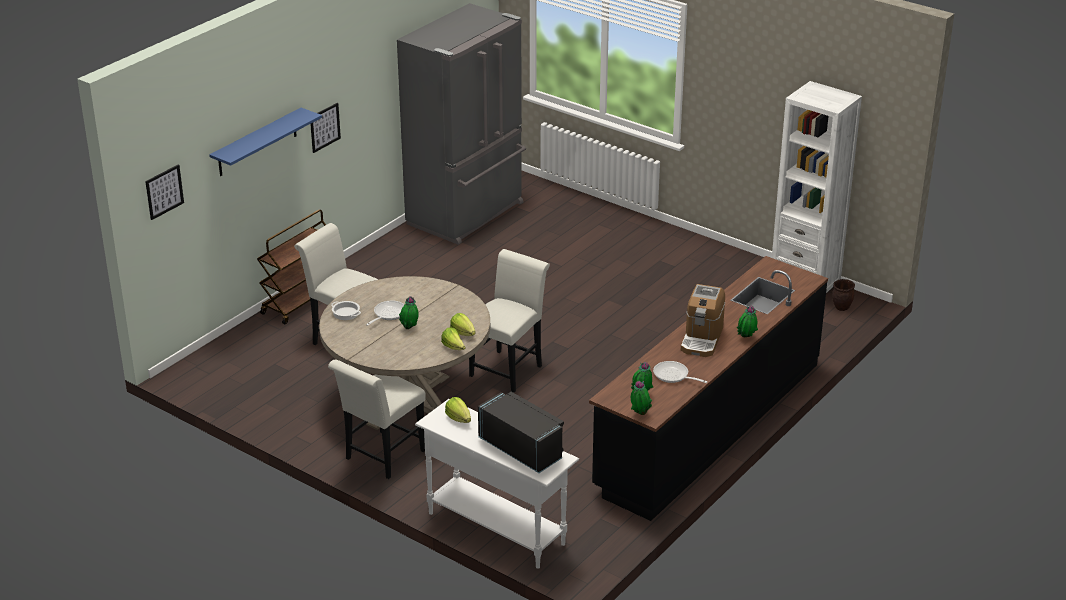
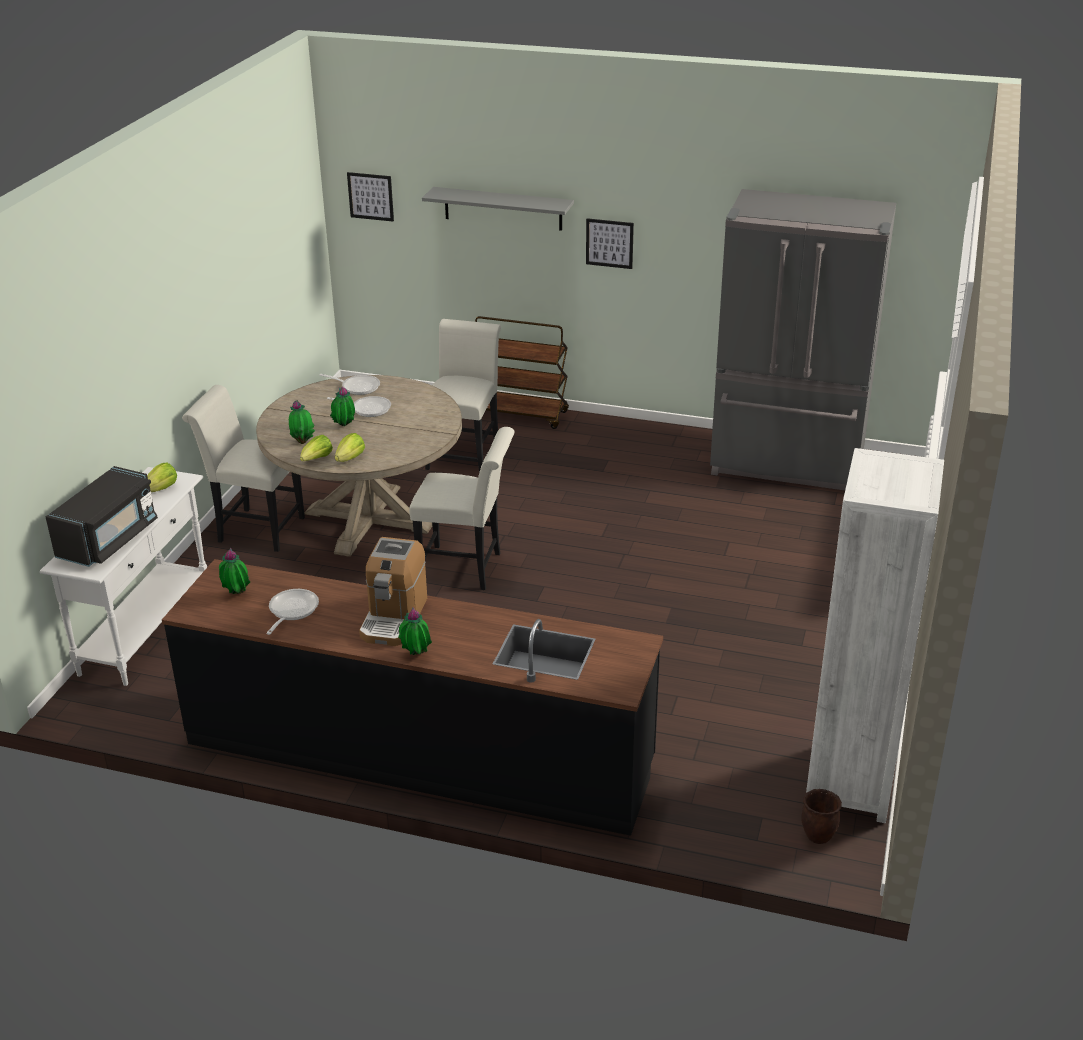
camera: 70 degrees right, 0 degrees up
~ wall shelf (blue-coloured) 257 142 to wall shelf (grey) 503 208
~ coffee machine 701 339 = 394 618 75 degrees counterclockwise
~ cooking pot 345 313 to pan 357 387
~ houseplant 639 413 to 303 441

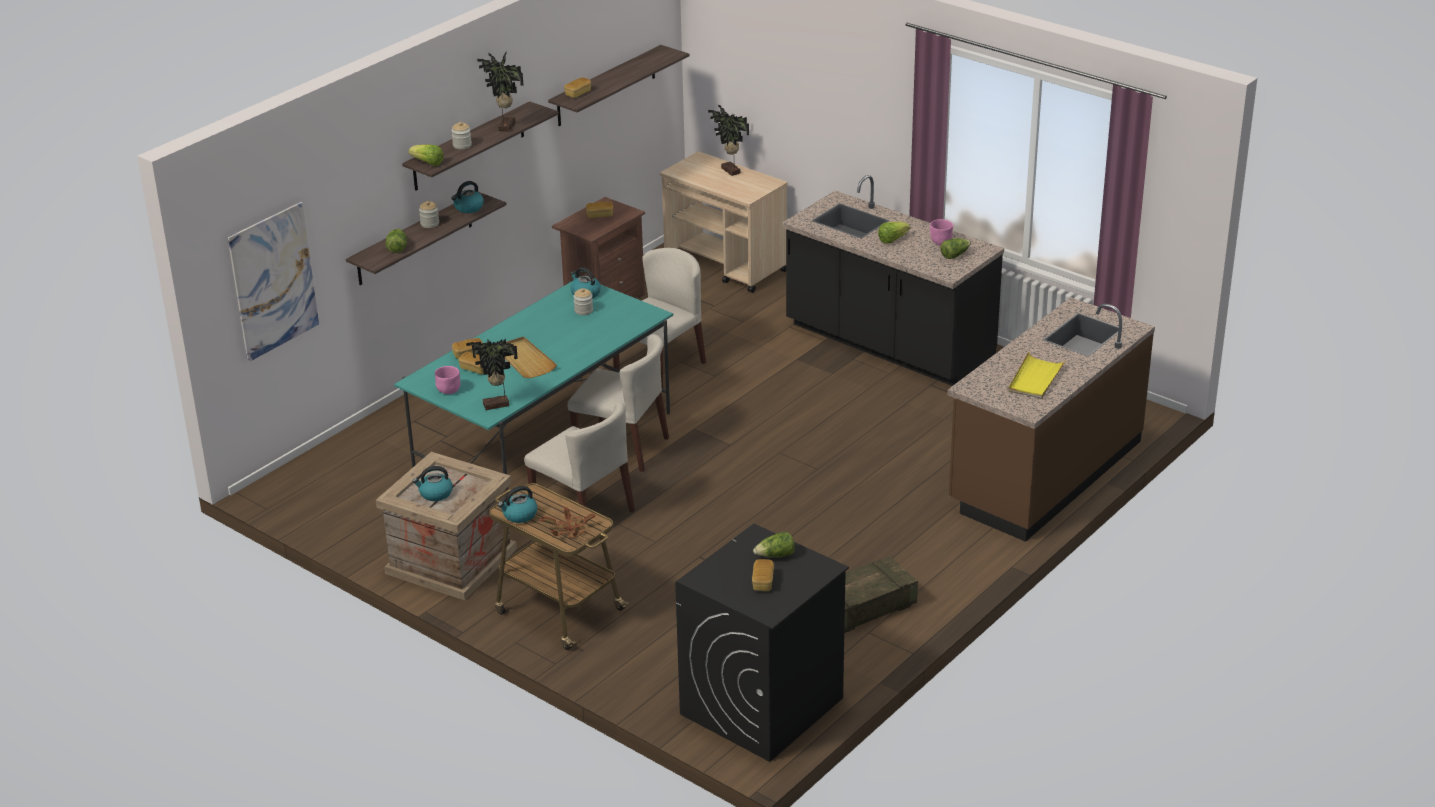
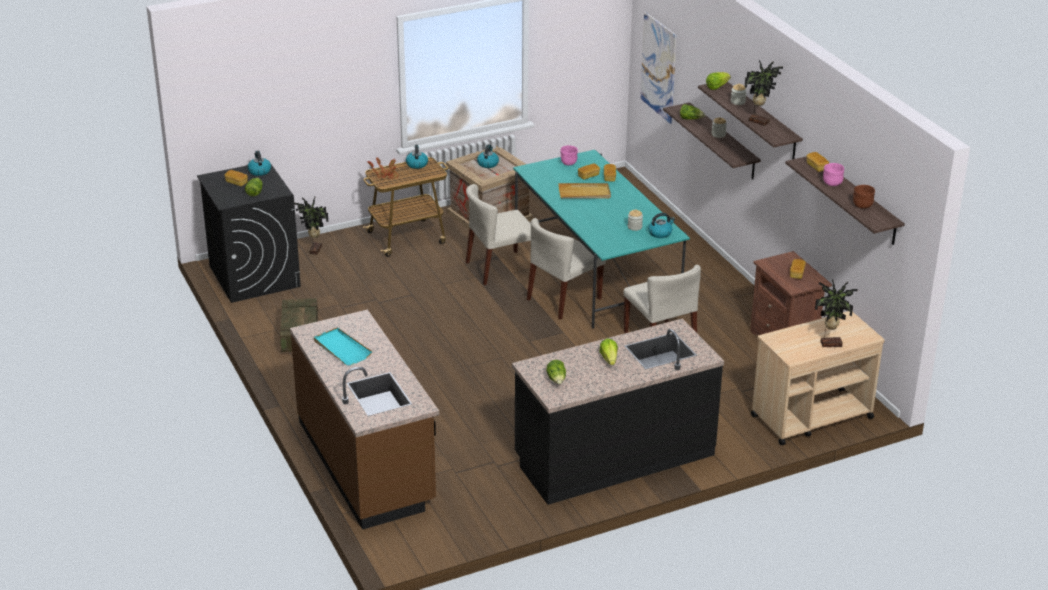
camera: 115 degrees right, 0 degrees up
~ water kettle 468 208 to 259 171
~ bowl (pink) 940 243 to 832 183
~ houseplant 497 406 to 314 250
~ carrying tray (yellow) 1035 379 to carrying tray (blue-green) 342 348
+ bowl (brown) 862 205

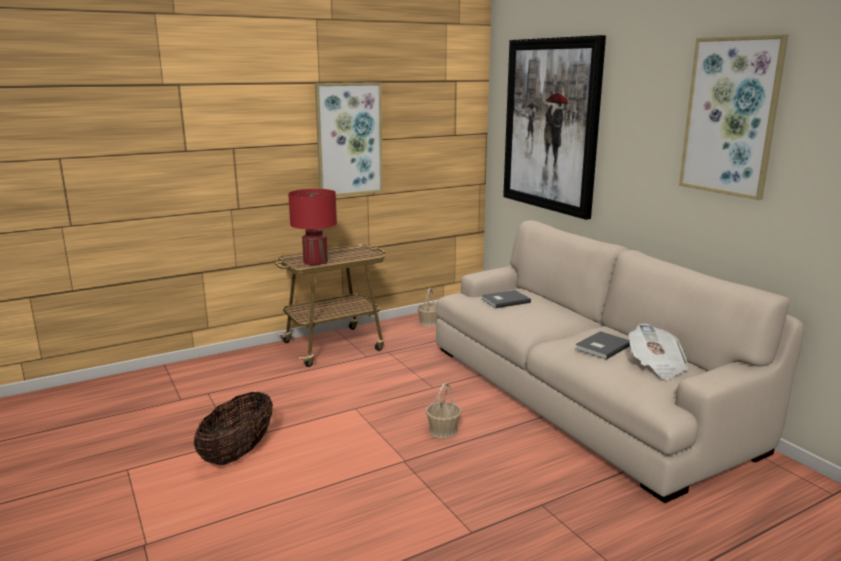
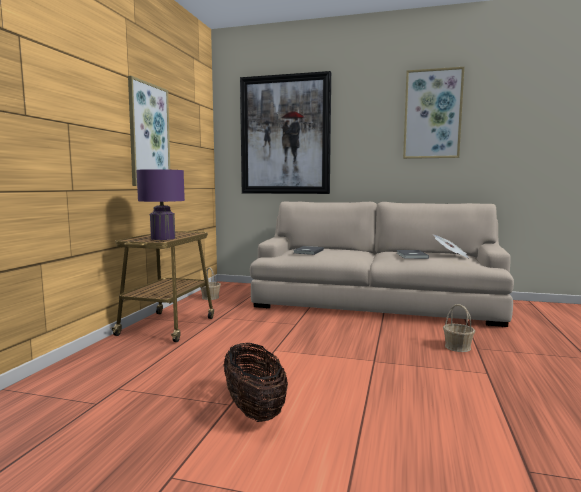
camera: 45 degrees left, 10 degrees down
~ table lamp (reddish) 315 261 to table lamp (purple-coloured) 163 238
~ household basket 443 430 to 457 347

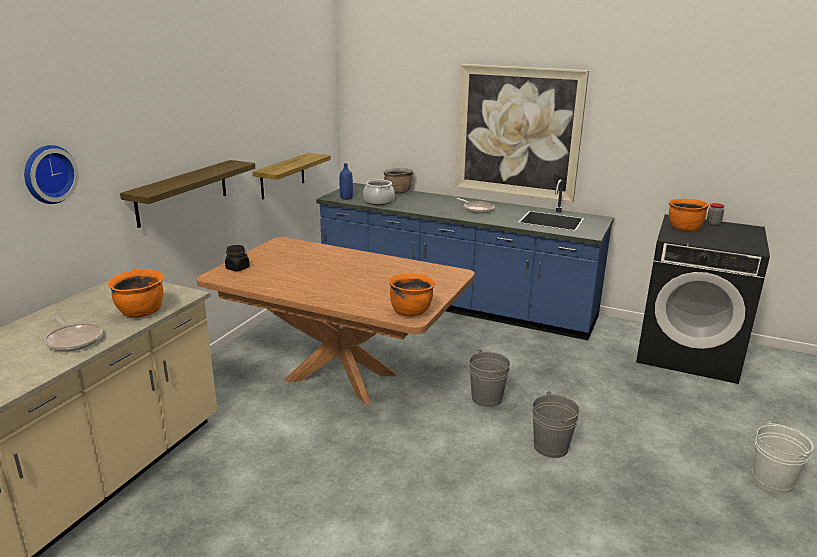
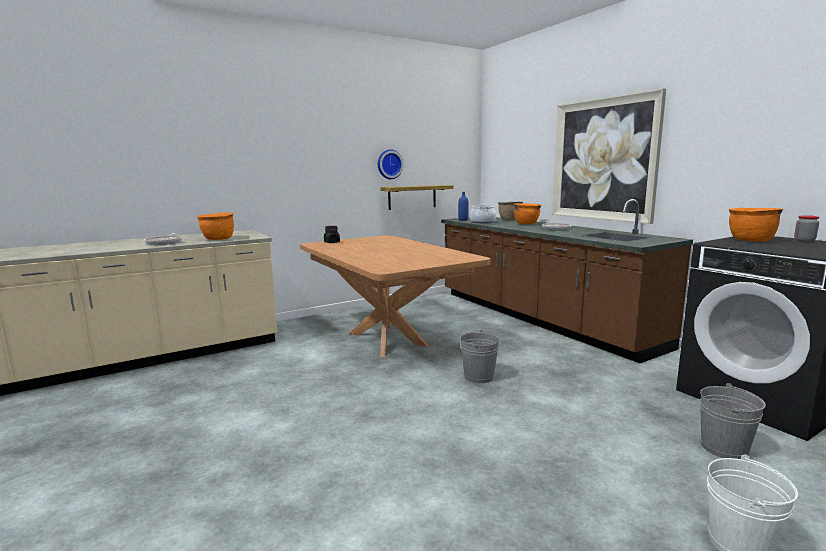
camera: 35 degrees right, 10 degrees down
~ wall clock 48 174 to 389 164
- wall shelf 182 192
~ kitchen base unit (blue-coloured) 455 303 to kitchen base unit (brown) 538 317
~ cooking pot (orangey) 411 311 to 526 223
~ water bucket (grey) 551 447 to 724 448

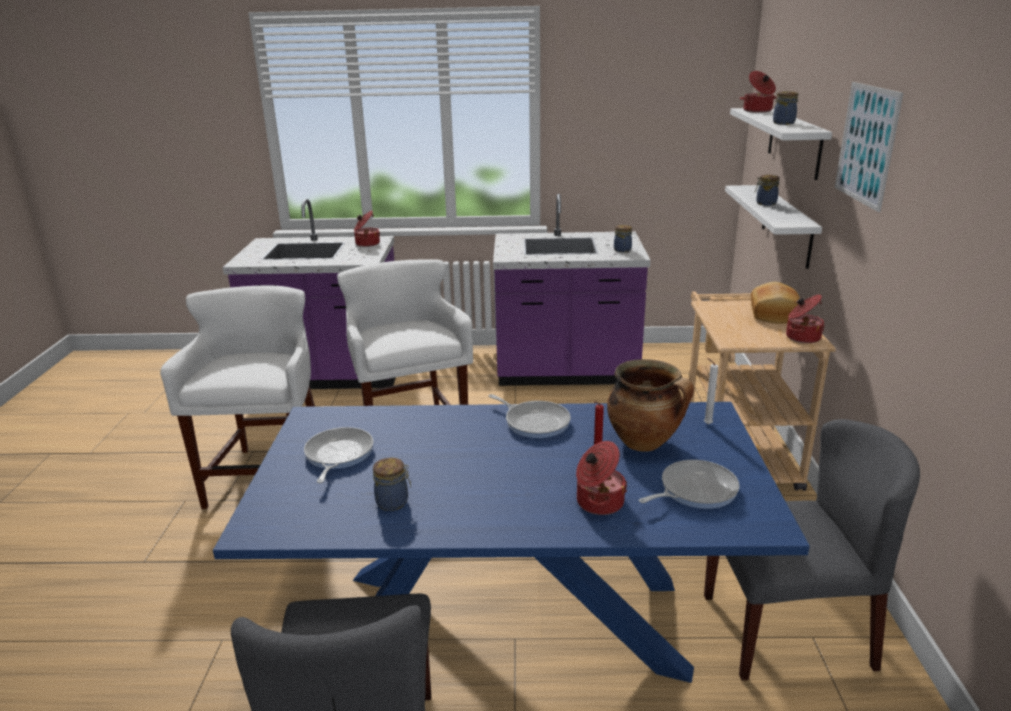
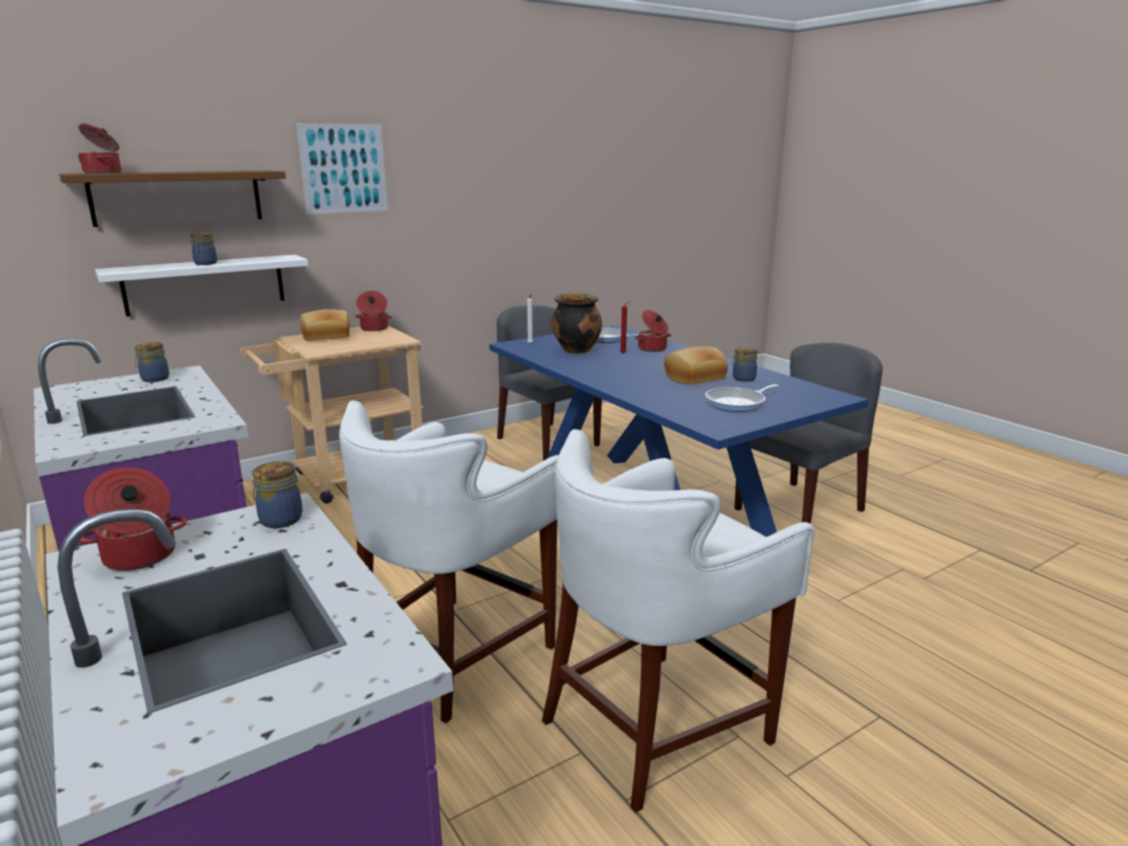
camera: 125 degrees left, 5 degrees down
~ storage jar 784 123 to 279 519
~ wall shelf (white-coloured) 794 142 to wall shelf (brown) 177 197
- pan 534 422
+ bakery bread 695 378

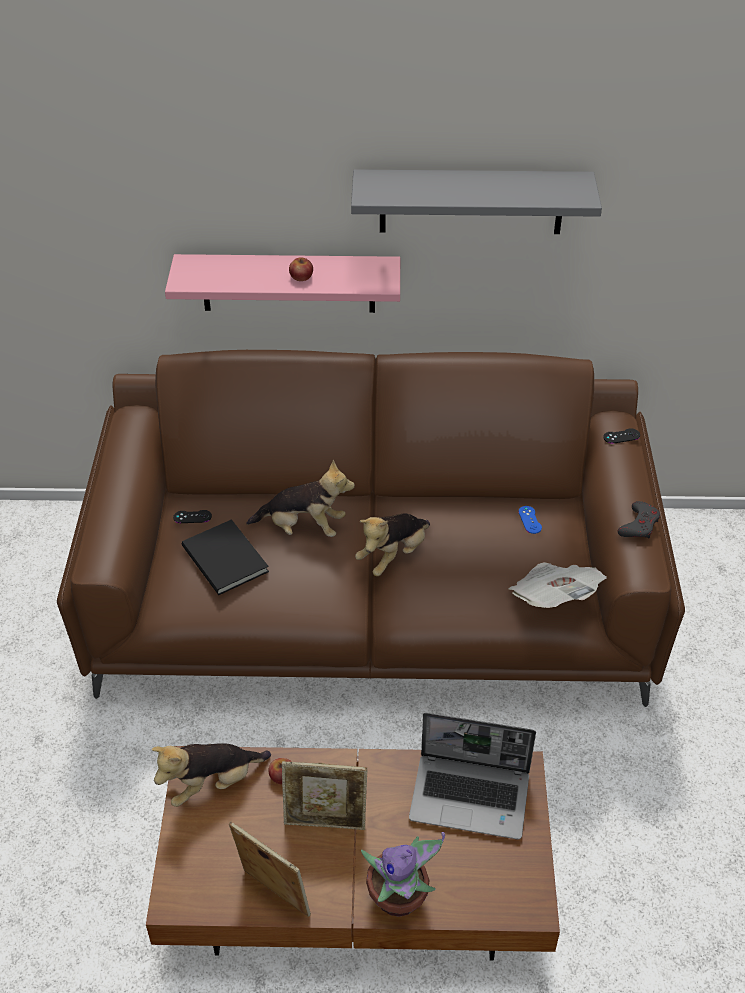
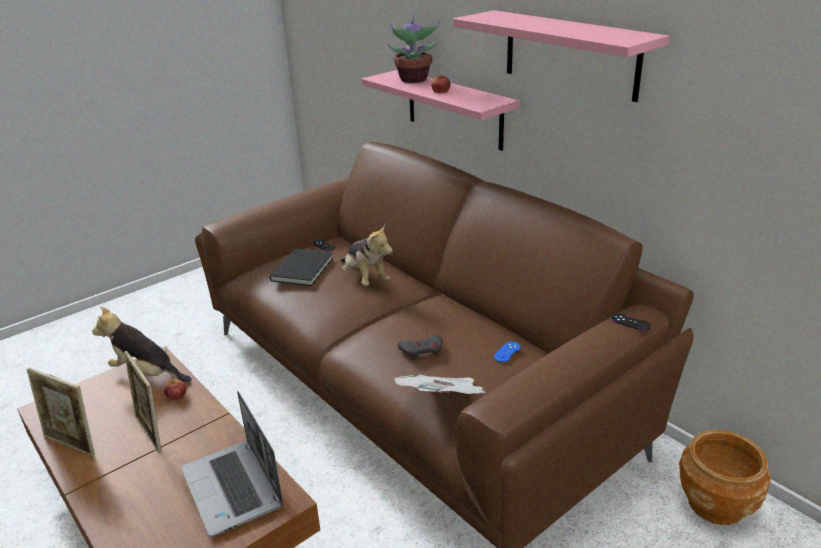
camera: 50 degrees right, 15 degrees down
~ wall shelf (grey) 471 201 to wall shelf (pink) 570 54
~ joypad (grey) 639 525 to 422 350
- soft toy 393 555
~ picture frame 273 894 = 72 444 120 degrees clockwise
~ houseplant 399 899 to 413 80
+ planter (brown) 716 504

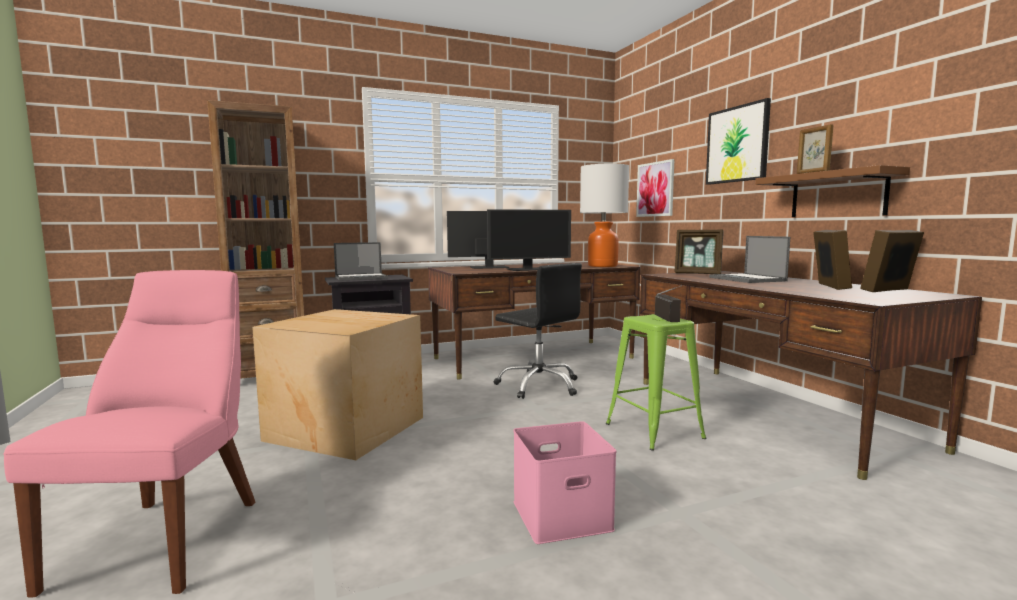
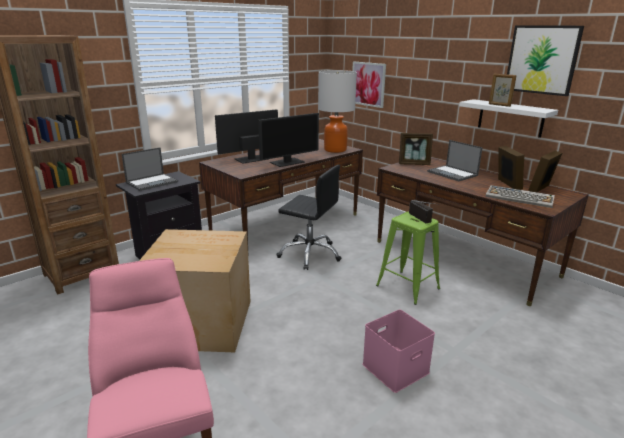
camera: 20 degrees left, 15 degrees up
~ wall picture 737 144 to 542 60
~ wall shelf (brown) 837 195 to wall shelf (white-coloured) 510 118
+ keyboard 520 198

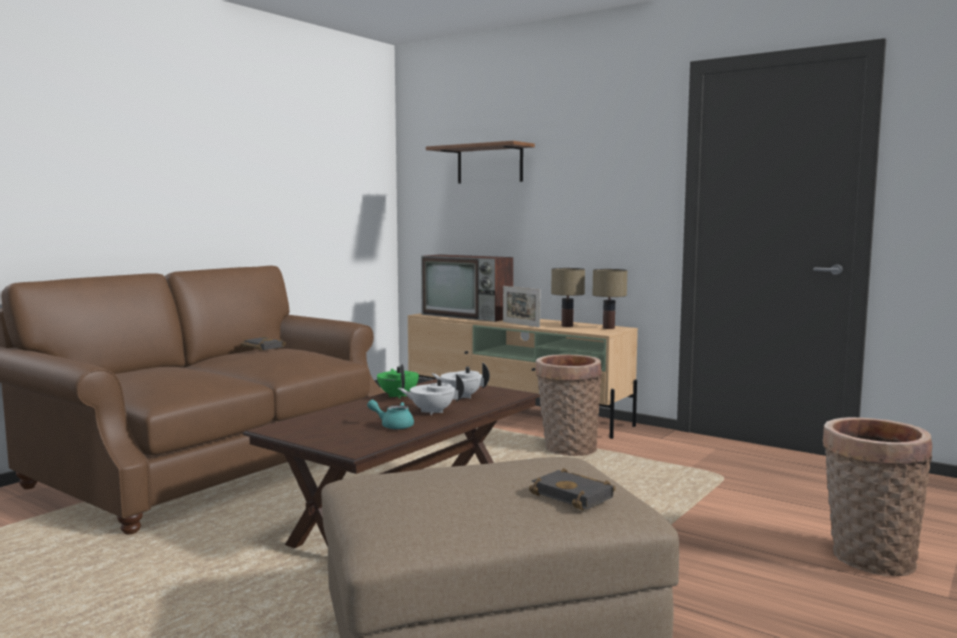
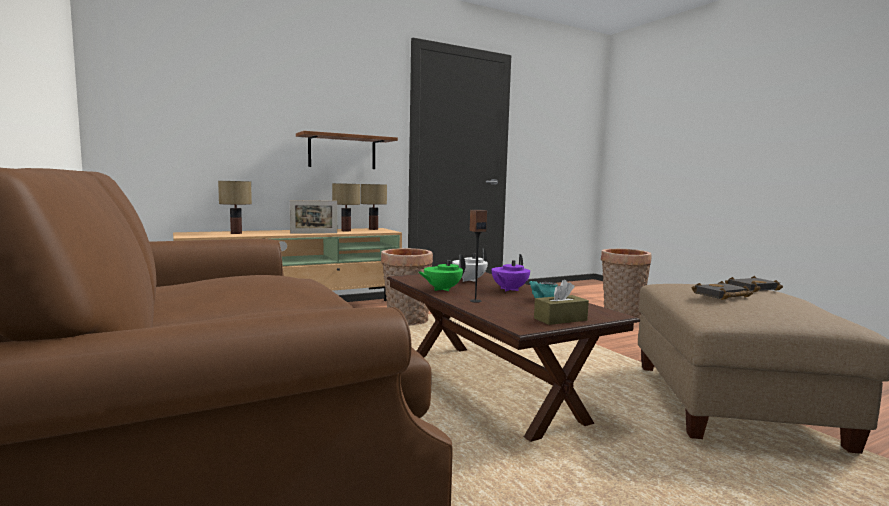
camera: 65 degrees left, 0 degrees up
~ wall shelf 489 164 to 342 152
~ TV 468 316 to table lamp 236 233
~ volume (black) 261 347 to 722 295
~ pot for tea (green) 398 396 = 442 289 45 degrees counterclockwise
~ pot for tea (white-coloured) 432 412 to pot for tea (purple-coloured) 509 289
+ loudspeaker 475 301
+ tissue holder (brown) 560 319

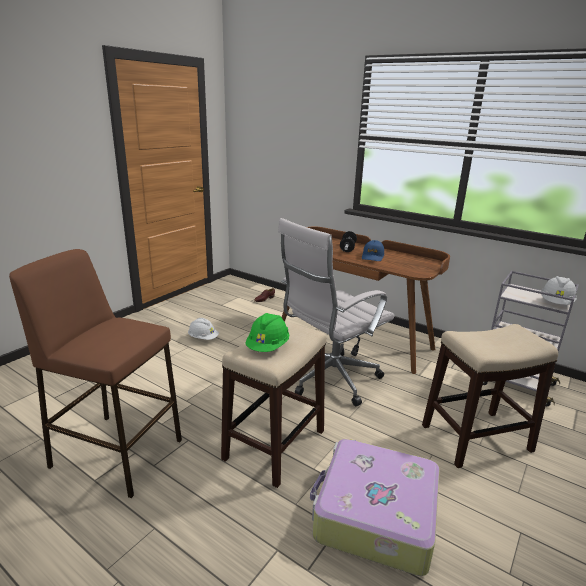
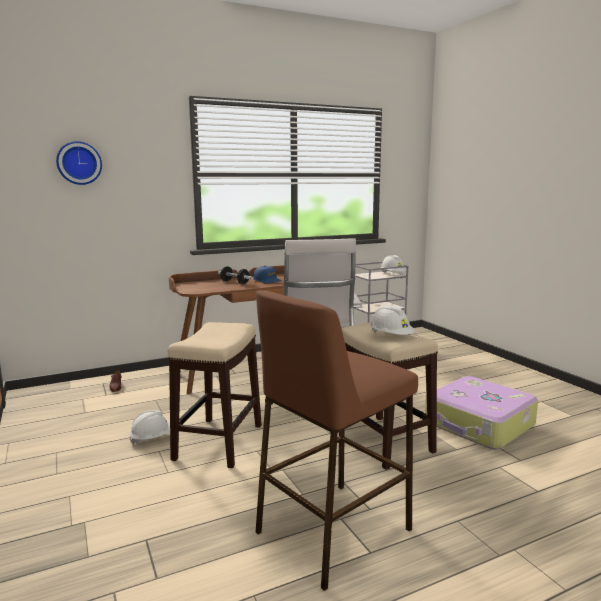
camera: 60 degrees left, 10 degrees down
~ hard hat (green) 268 347 to hard hat (white-coloured) 391 337
~ sitting stool 477 438 to 219 441
+ wall clock 79 163

